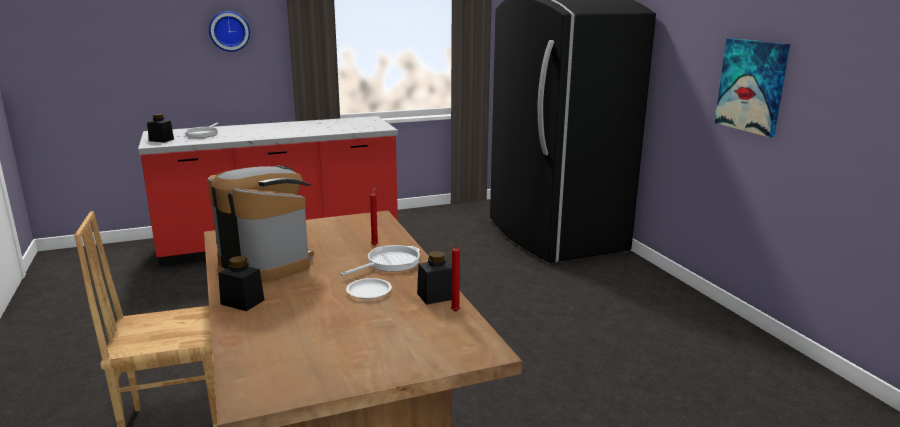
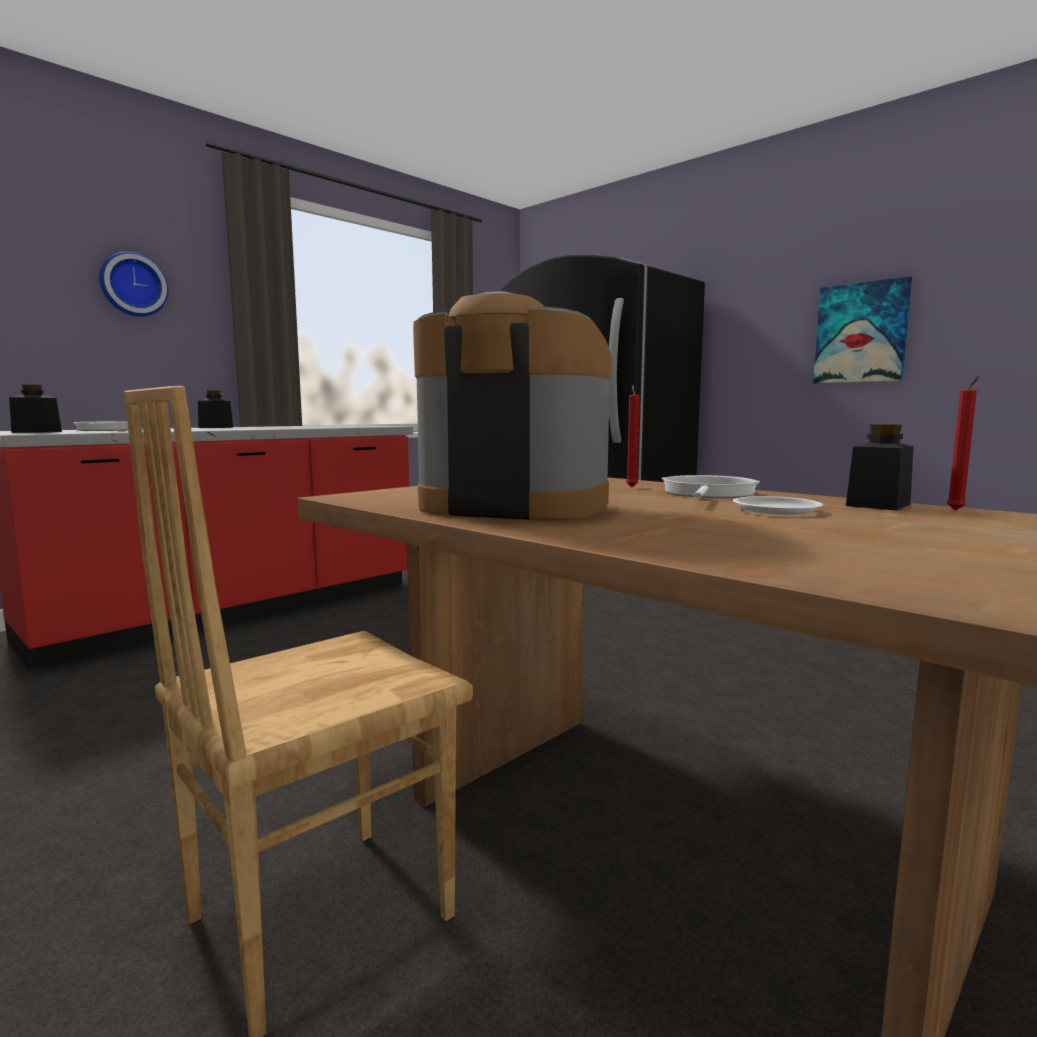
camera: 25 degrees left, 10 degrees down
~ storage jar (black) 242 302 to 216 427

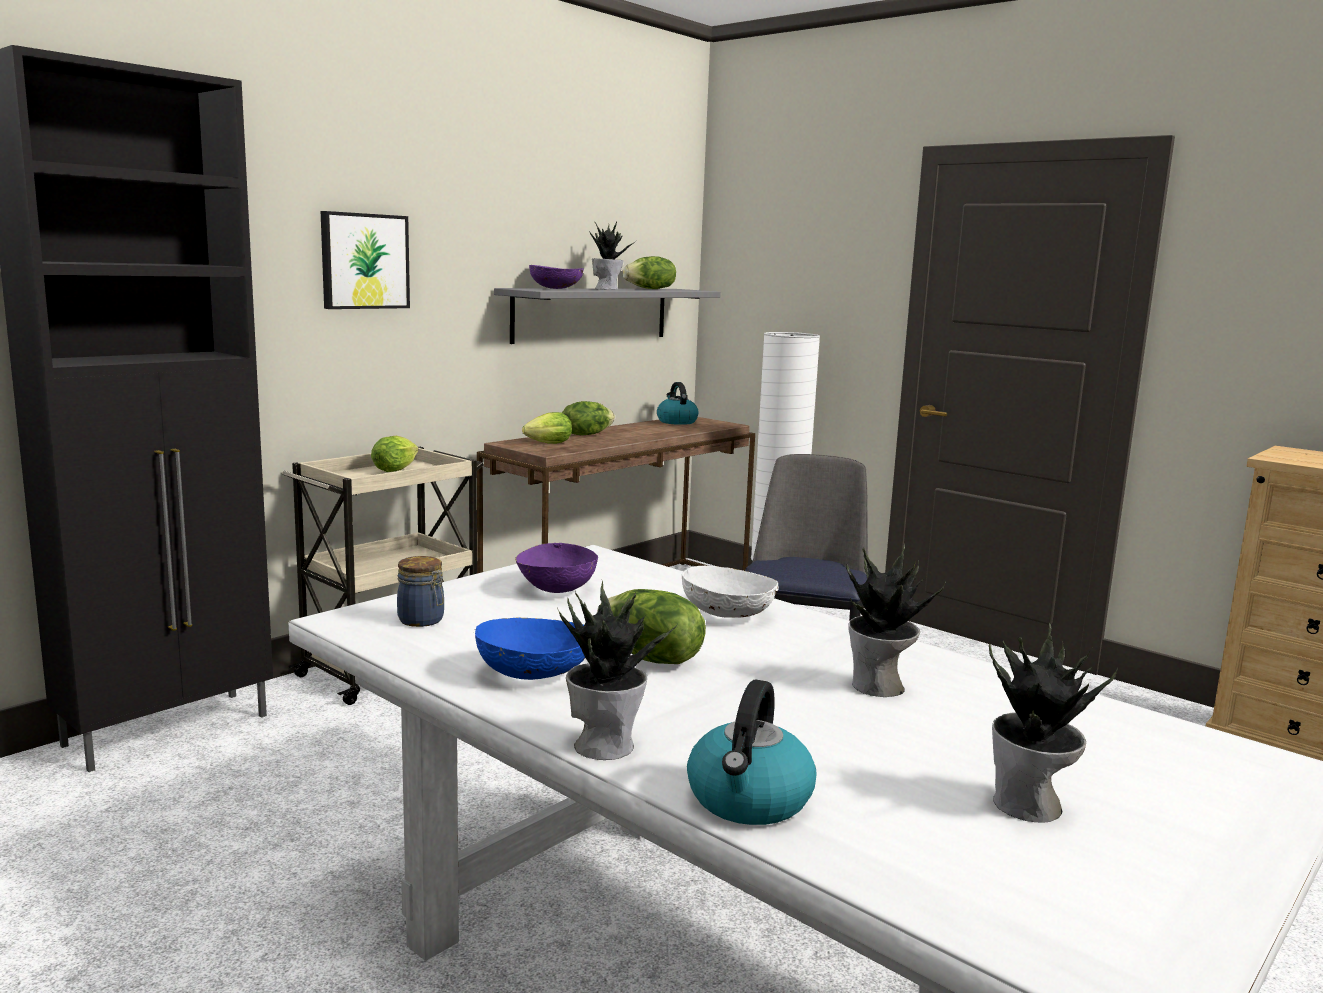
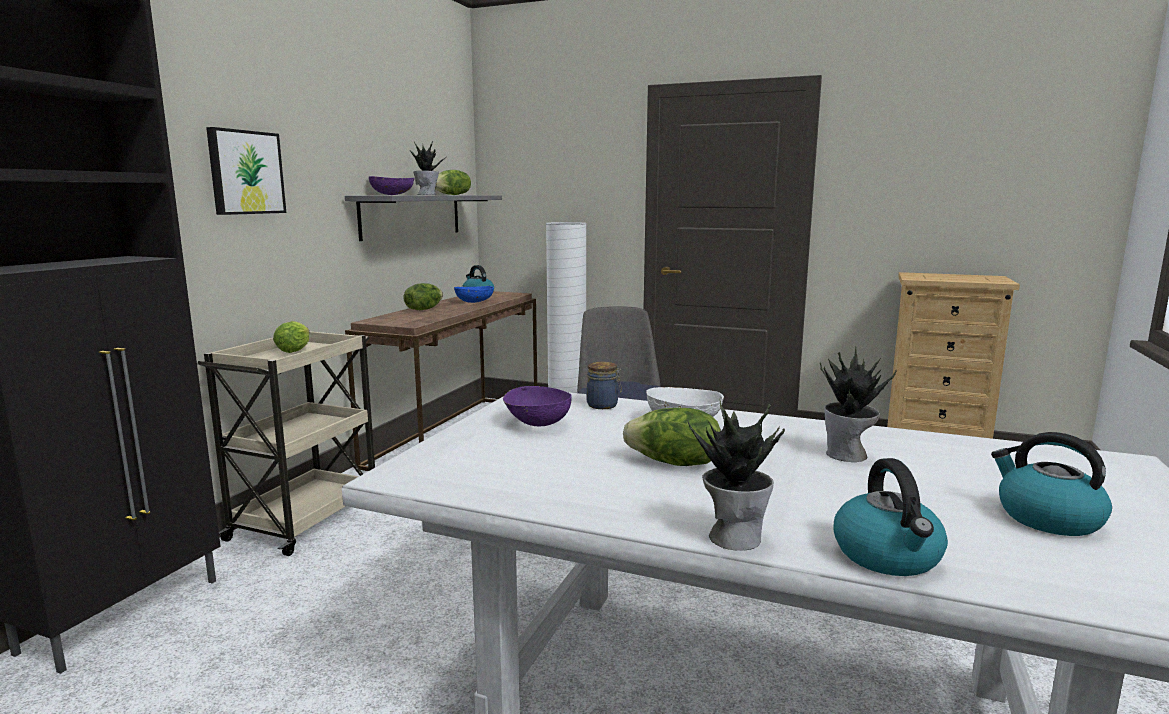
camera: 20 degrees left, 0 degrees up
- head of lettuce 546 444
~ storage jar 422 620 to 603 405
~ bowl (blue-coloured) 534 674 to 474 302
~ houseplant 1029 807 to water kettle 1046 518

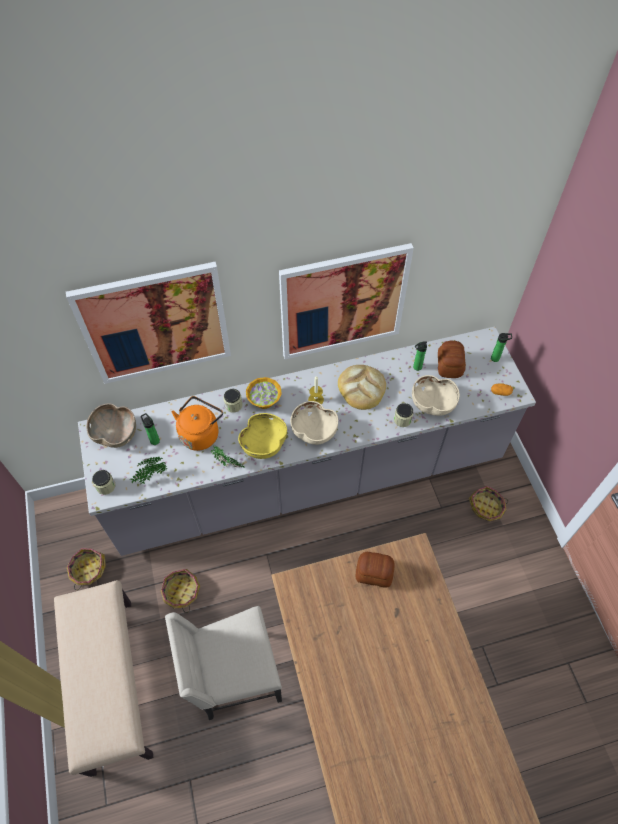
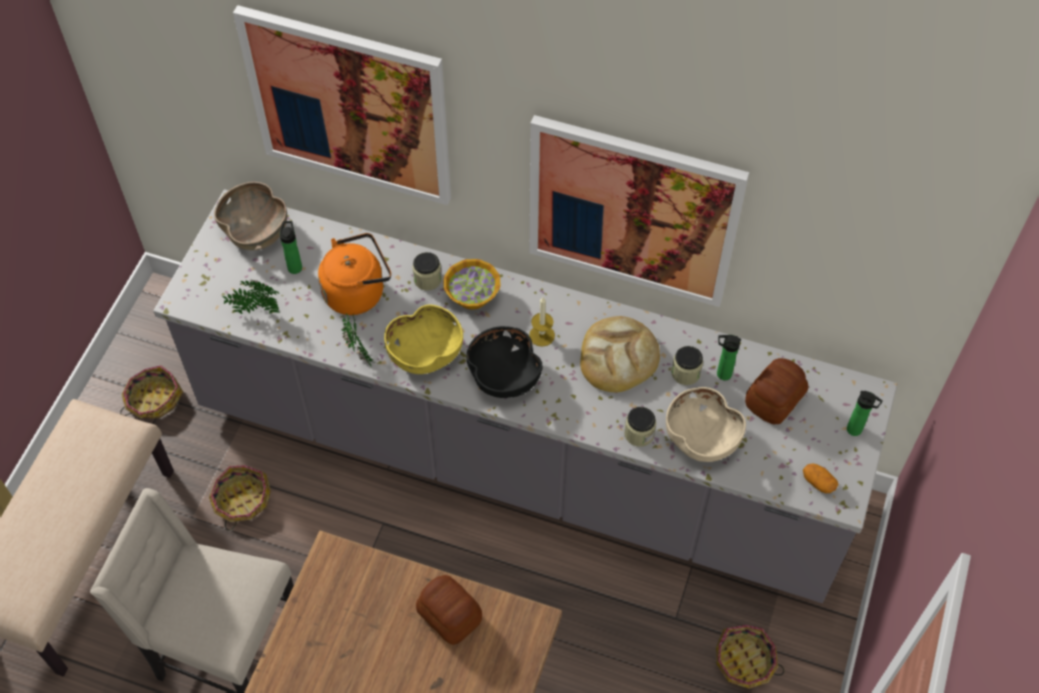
camera: 35 degrees right, 0 degrees up
~ bowl (beige) 313 431 to bowl (black) 503 376
~ storage jar 106 486 to 685 373

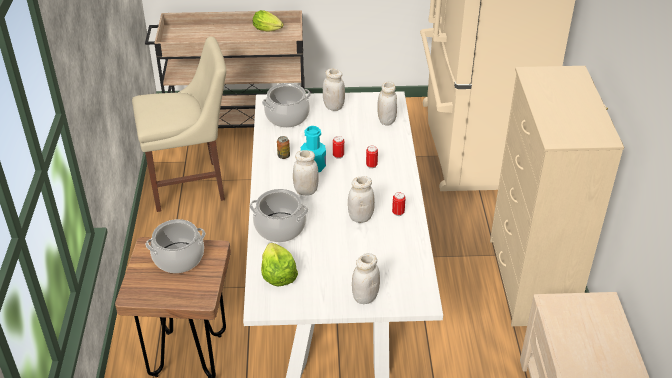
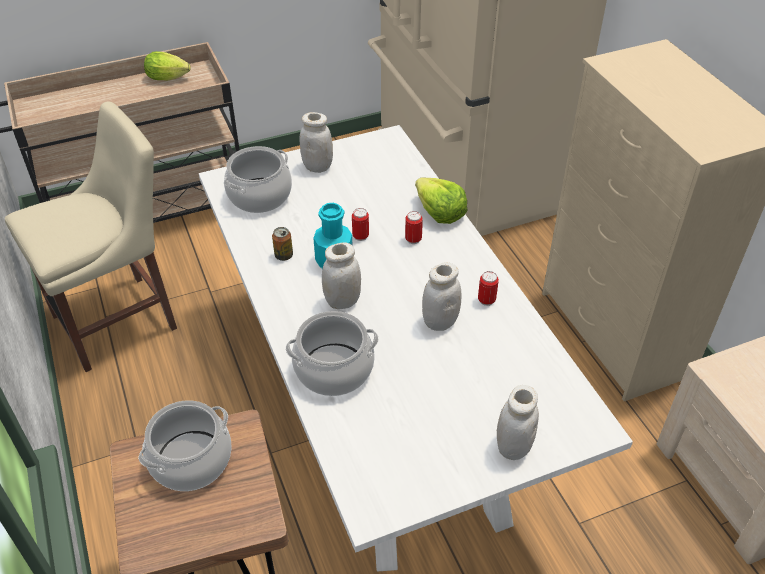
camera: 20 degrees left, 5 degrees up
- storage jar (white-coloured) 386 121
~ head of lettuce 278 275 to 439 213

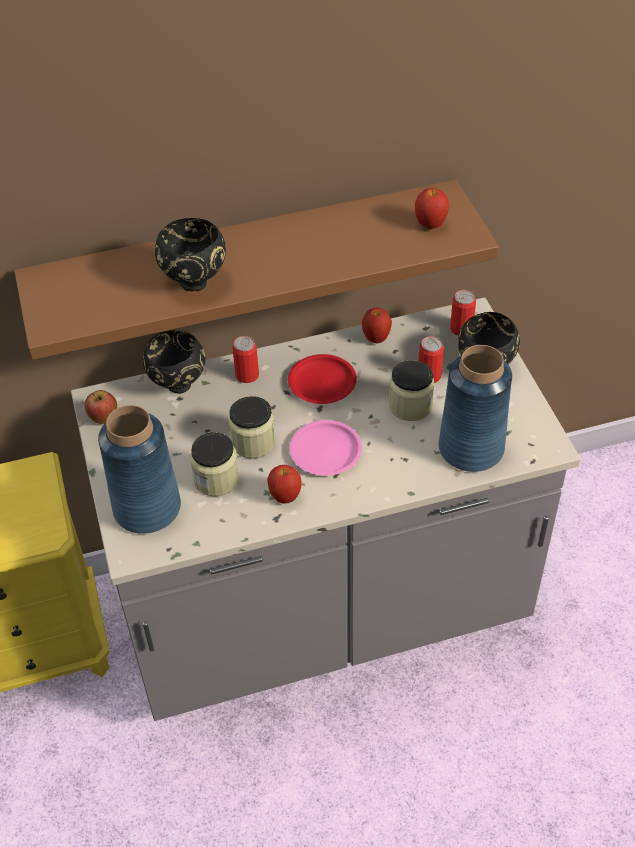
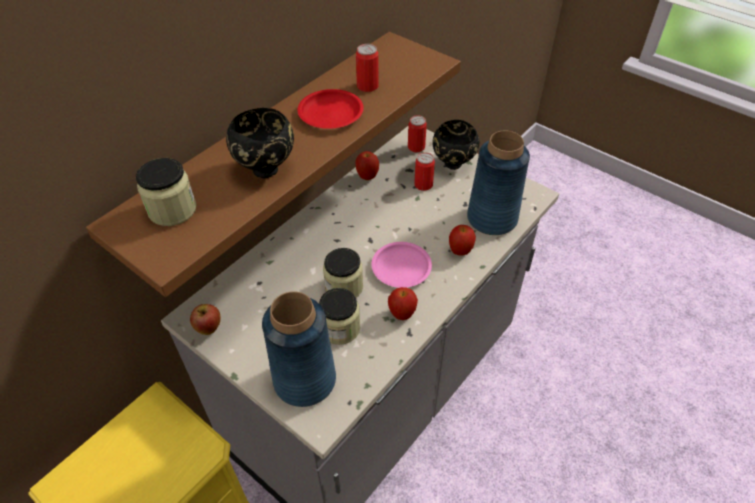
camera: 35 degrees left, 0 degrees up
~ whole apple 430 225 to 460 251
- bowl (black) 177 386
~ sealed can 247 375 to 367 86
~ flat dish (reddish) 322 383 to 331 113
~ storage jar 410 406 to 172 210

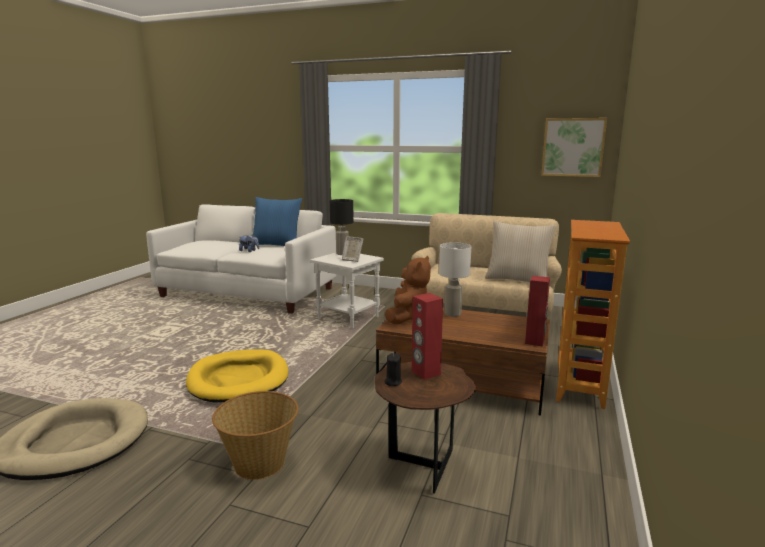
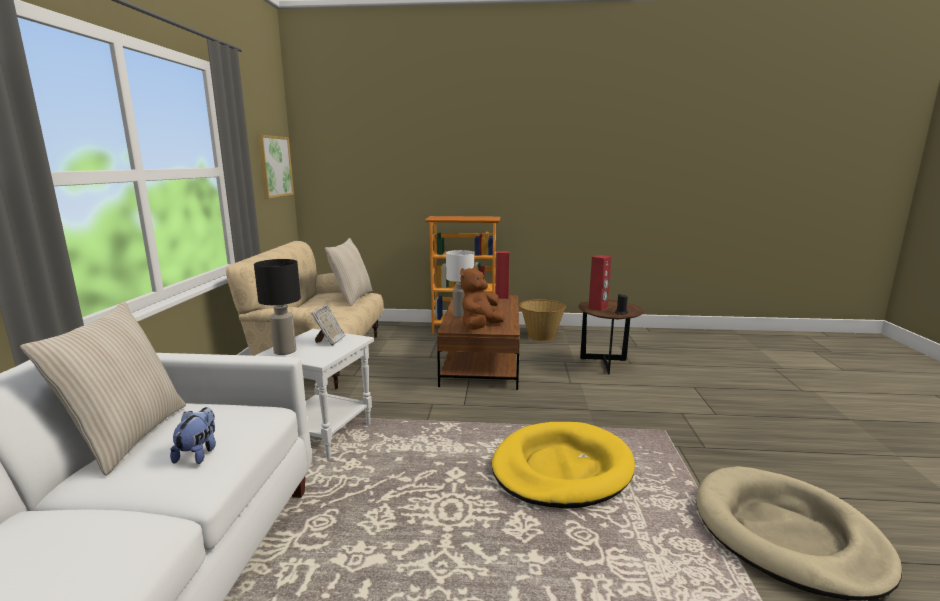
camera: 105 degrees left, 0 degrees up
~ cushion (blue-coloured) 277 245 to cushion (beige) 127 437
~ soft toy (brown) 407 317 = 480 327 60 degrees counterclockwise
~ household basket 260 462 to 541 336

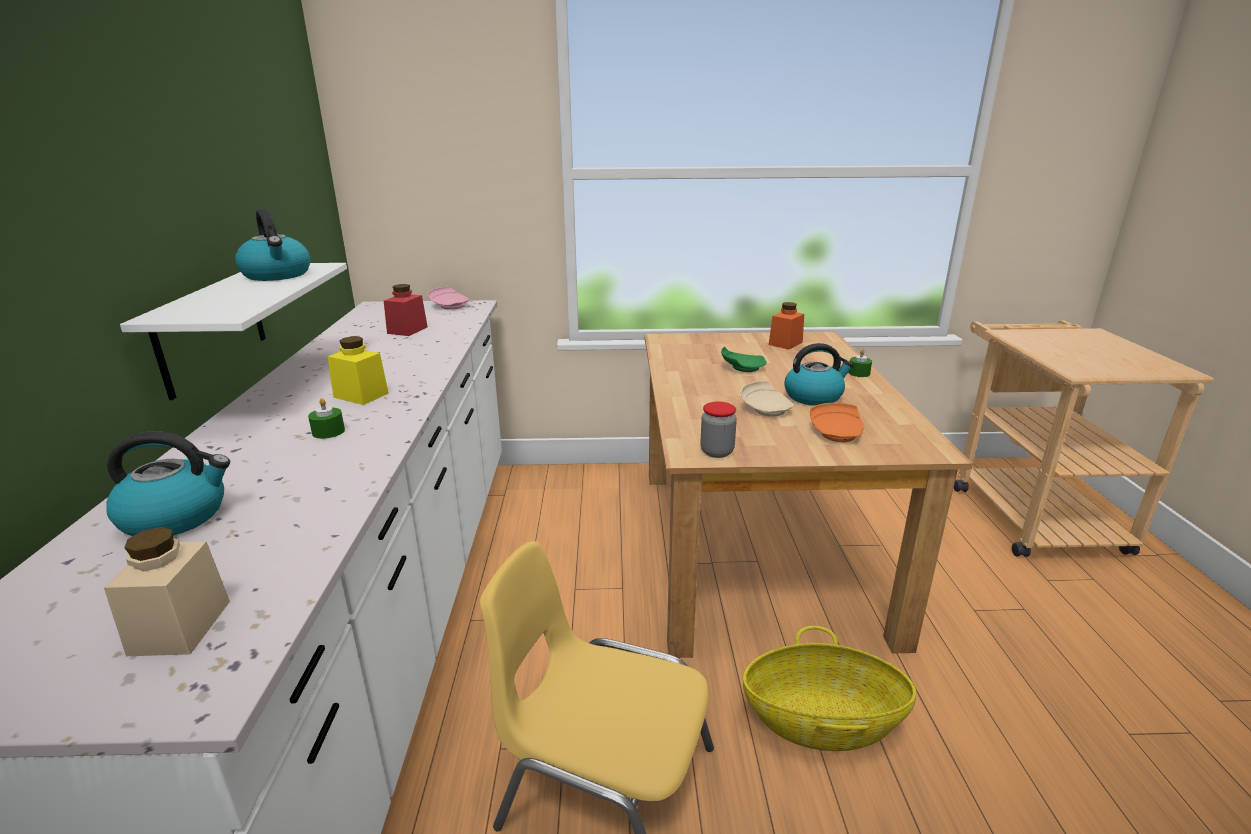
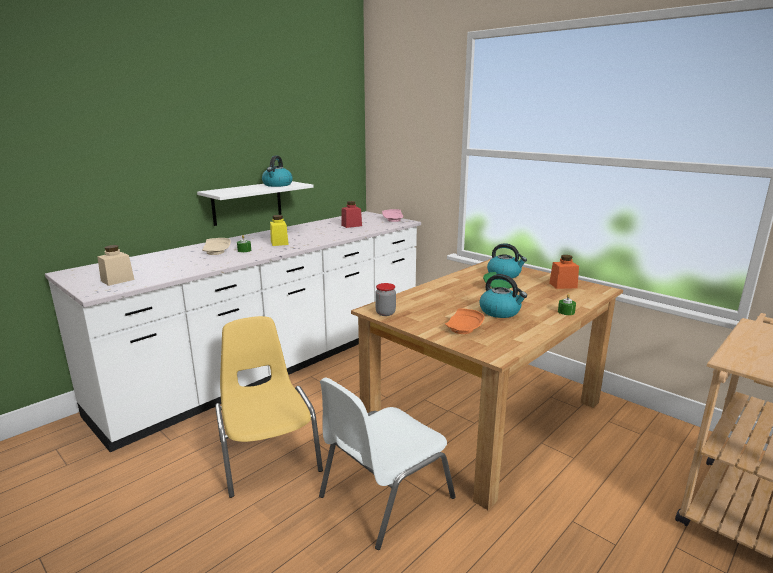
camera: 45 degrees right, 5 degrees down
~ flat dish (beige) 766 409 to 216 252
~ water kettle 177 516 to 504 275
~ household basket 822 721 to plain chair (white-coloured) 383 497

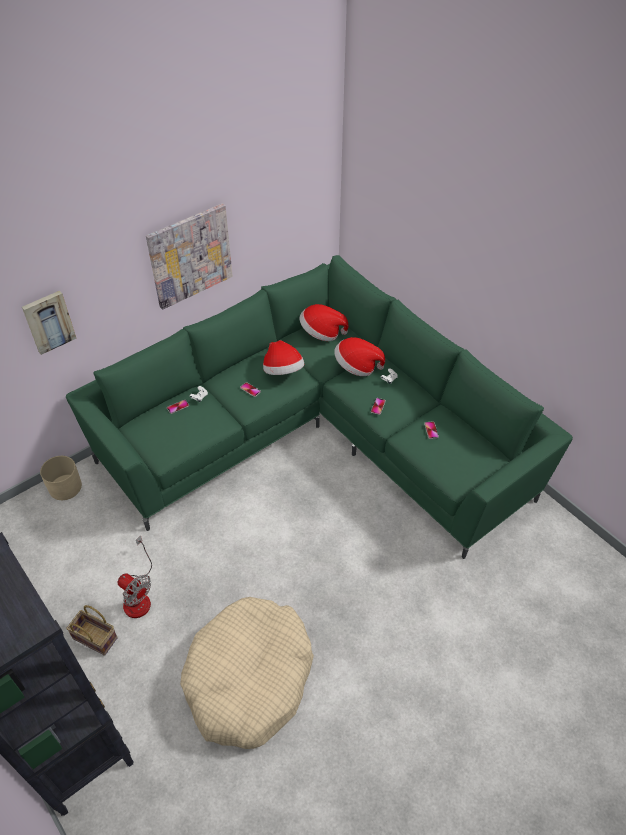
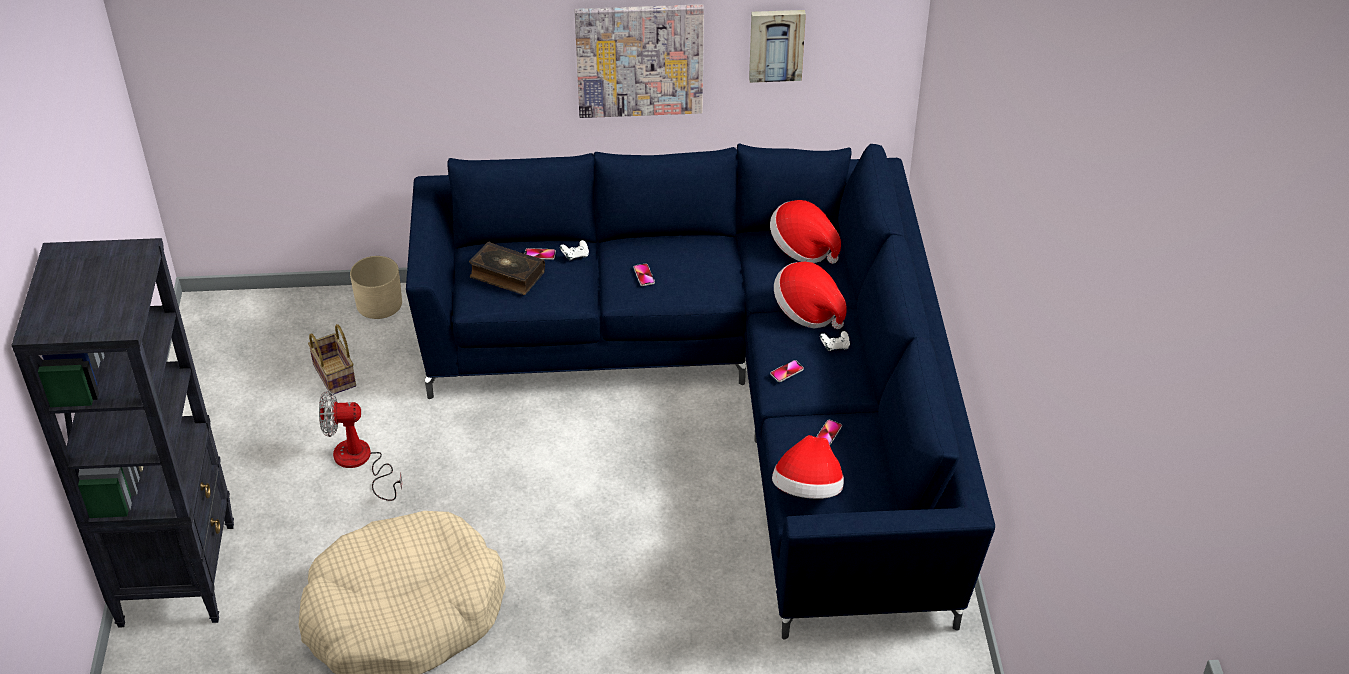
camera: 35 degrees right, 5 degrees down
~ sofa (green) 318 435 to sofa (blue-coloured) 733 395
~ wall picture 48 321 to 776 44
~ wearable hat 283 371 to 807 490
~ fan 138 596 = 360 462 105 degrees clockwise
~ household basket 96 638 to 336 376
+ volume 506 275

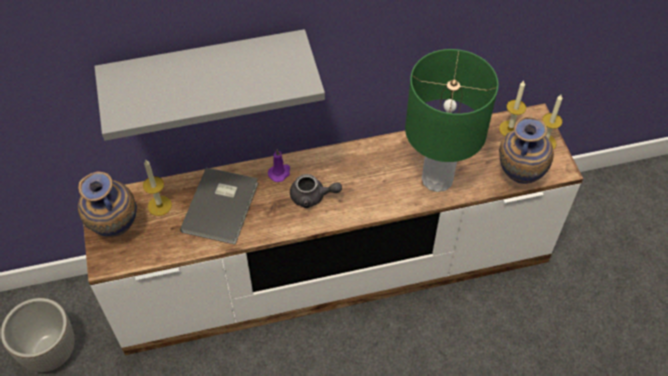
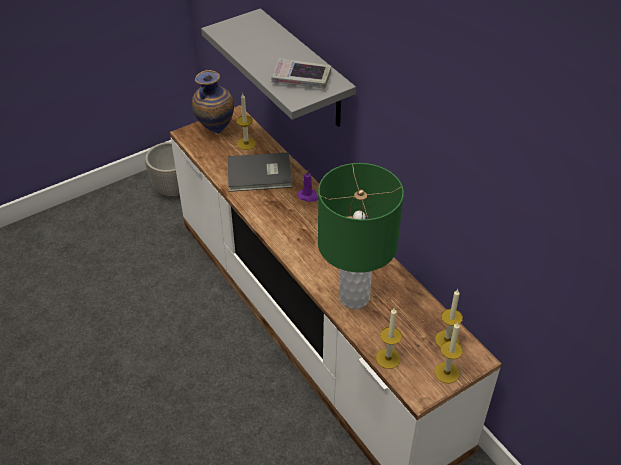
camera: 70 degrees right, 10 degrees down
~ flower vase 517 178 to candle 388 358
- pot for tea (grey) 312 197
+ volume 301 78

